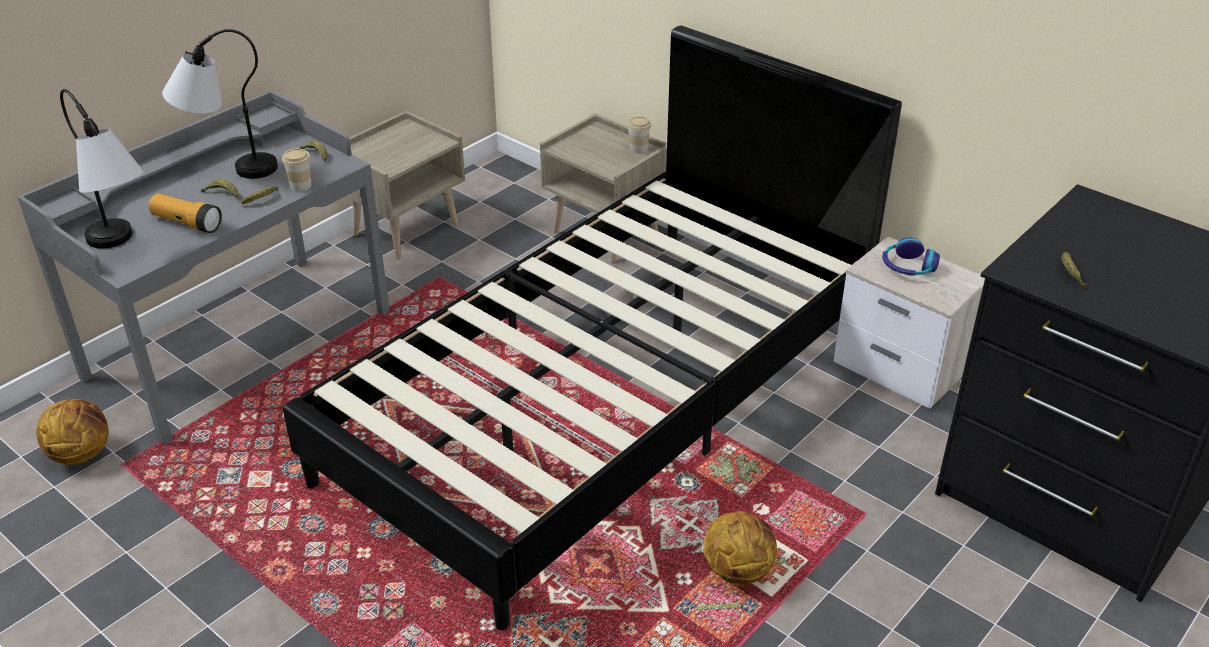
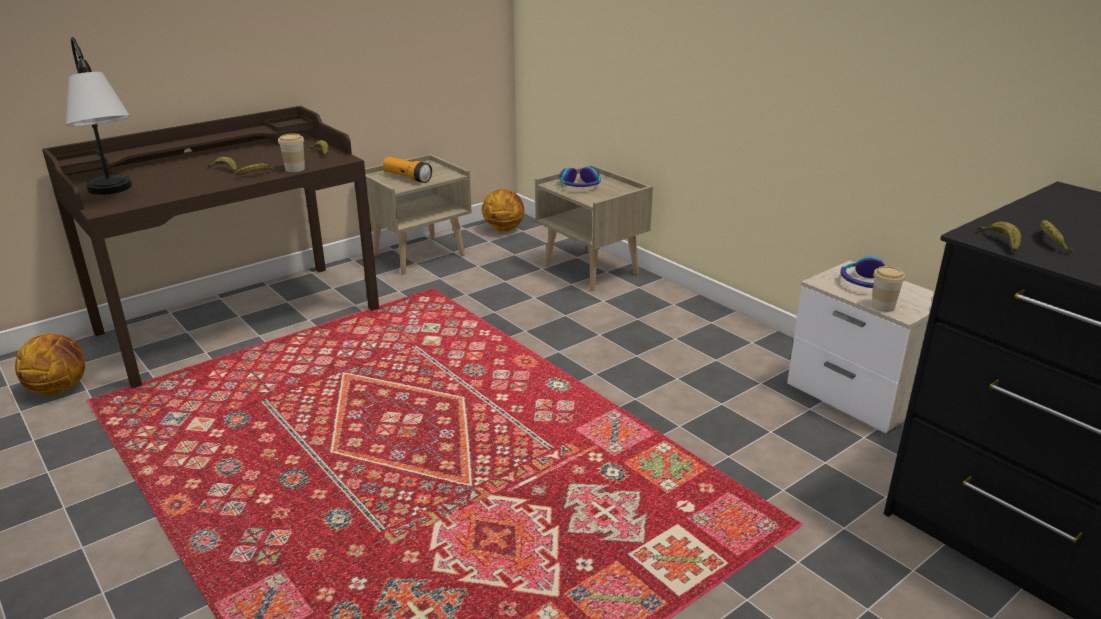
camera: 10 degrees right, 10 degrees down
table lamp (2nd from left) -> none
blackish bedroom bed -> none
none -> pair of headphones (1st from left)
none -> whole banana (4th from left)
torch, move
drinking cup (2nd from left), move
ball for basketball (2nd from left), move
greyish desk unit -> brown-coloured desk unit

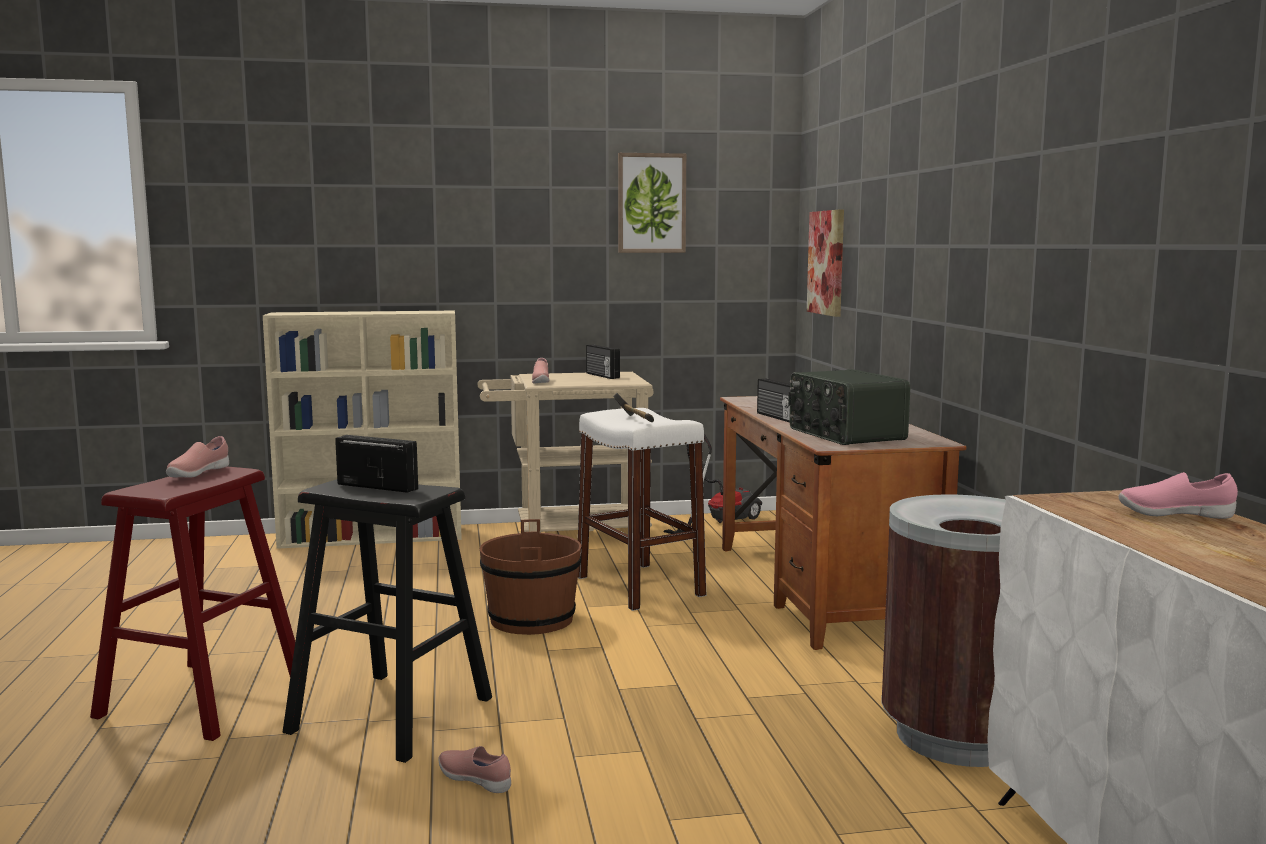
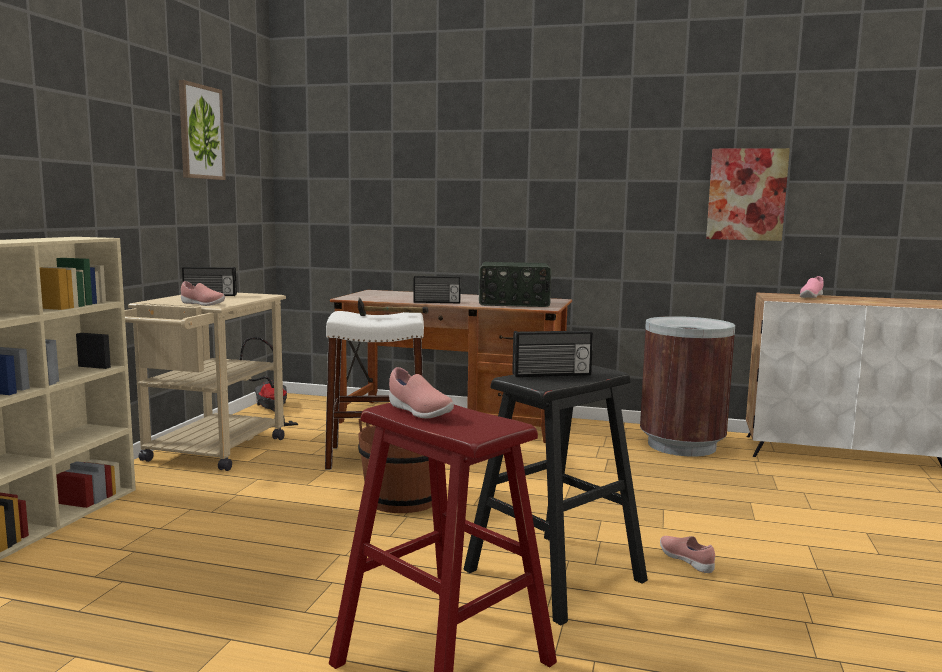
camera: 65 degrees left, 0 degrees up
wall art (2nd from left), move
radio receiver (1st from left in the first image) -> radio receiver (4th from left), 150 degrees counterclockwise
pinkish item of footwear (2nd from left in the first image) -> pinkish item of footwear (3rd from left), 90 degrees clockwise

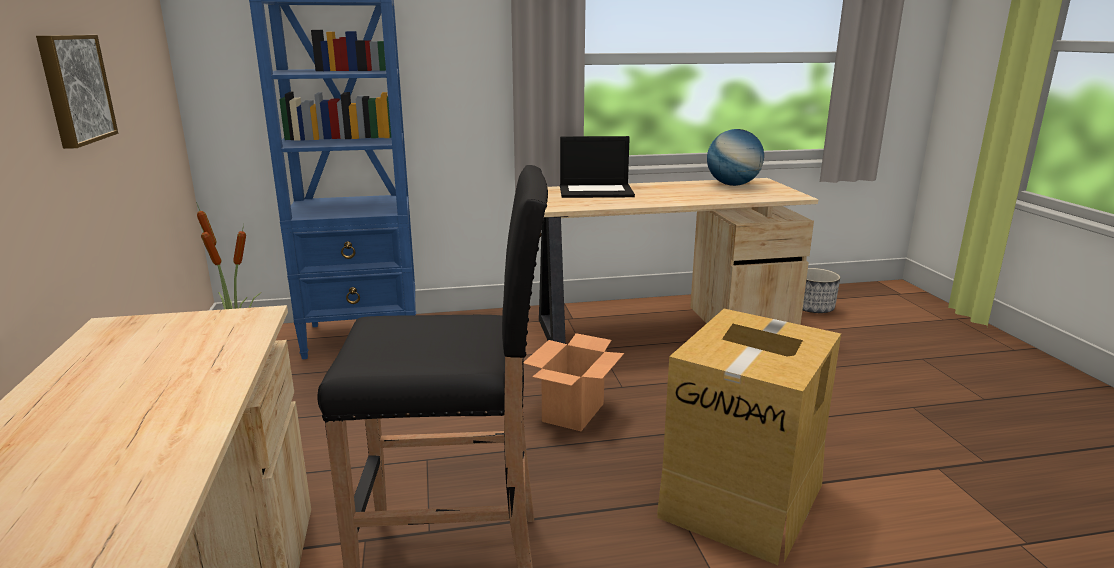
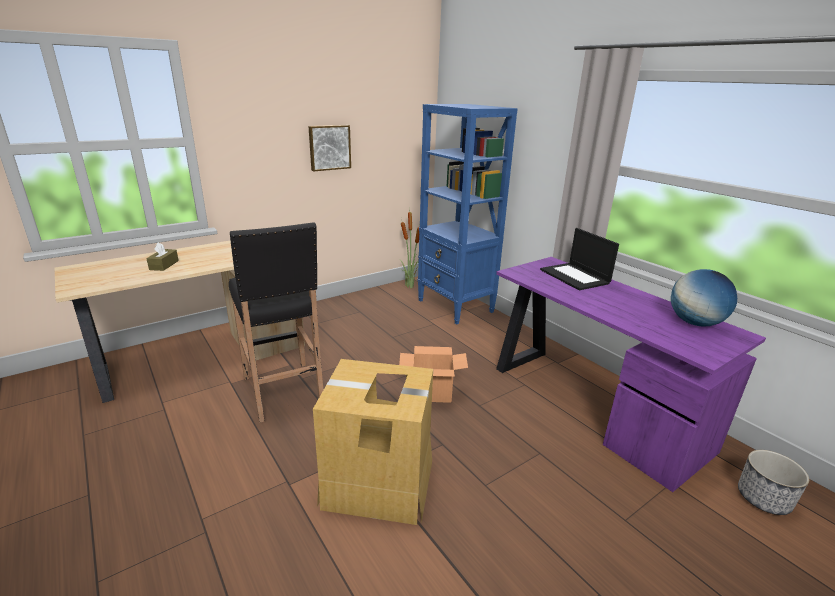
camera: 65 degrees right, 5 degrees up
none -> brown-coloured box of tissues
beige-coloured desk unit (2nd from left) -> purplish desk unit

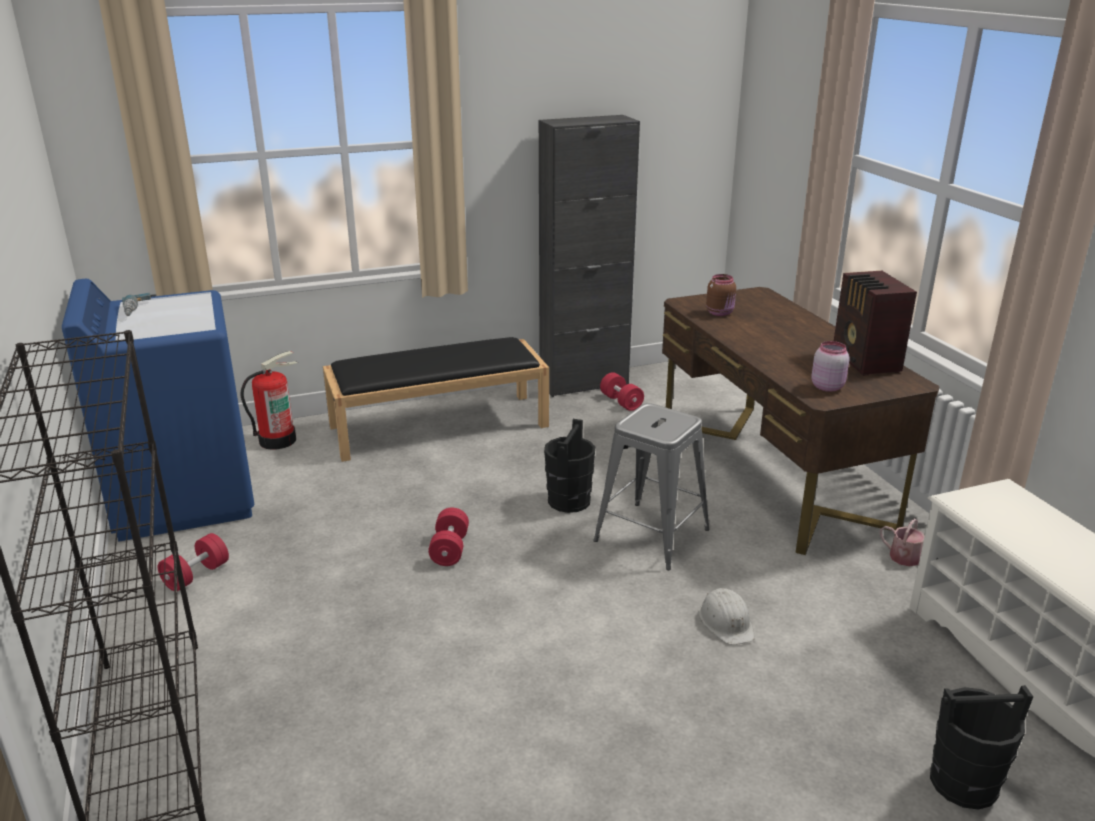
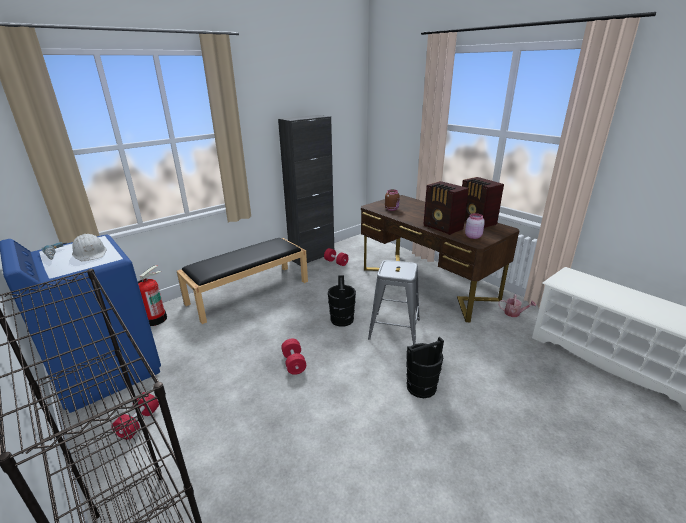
camera: 20 degrees left, 0 degrees up
none -> radio receiver (1st from left)
whitish work helmet, move
blackish water bucket (2nd from left), move

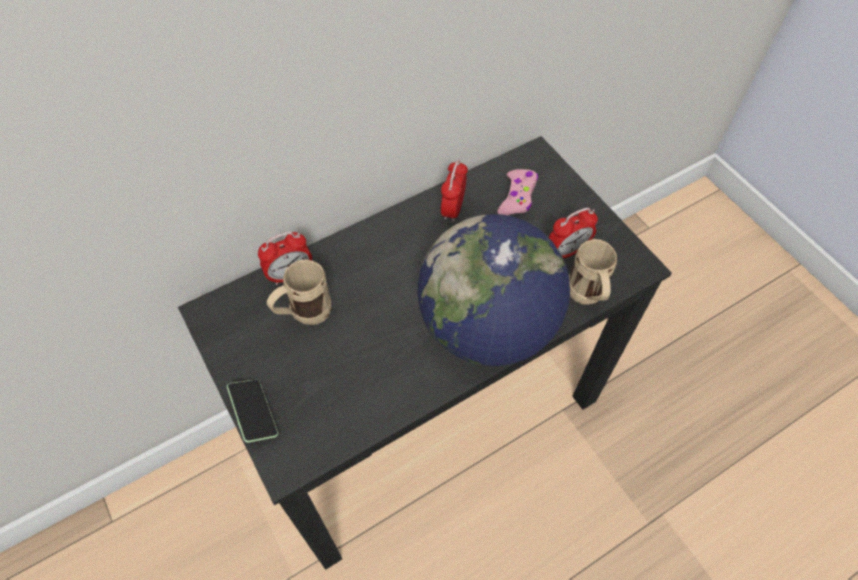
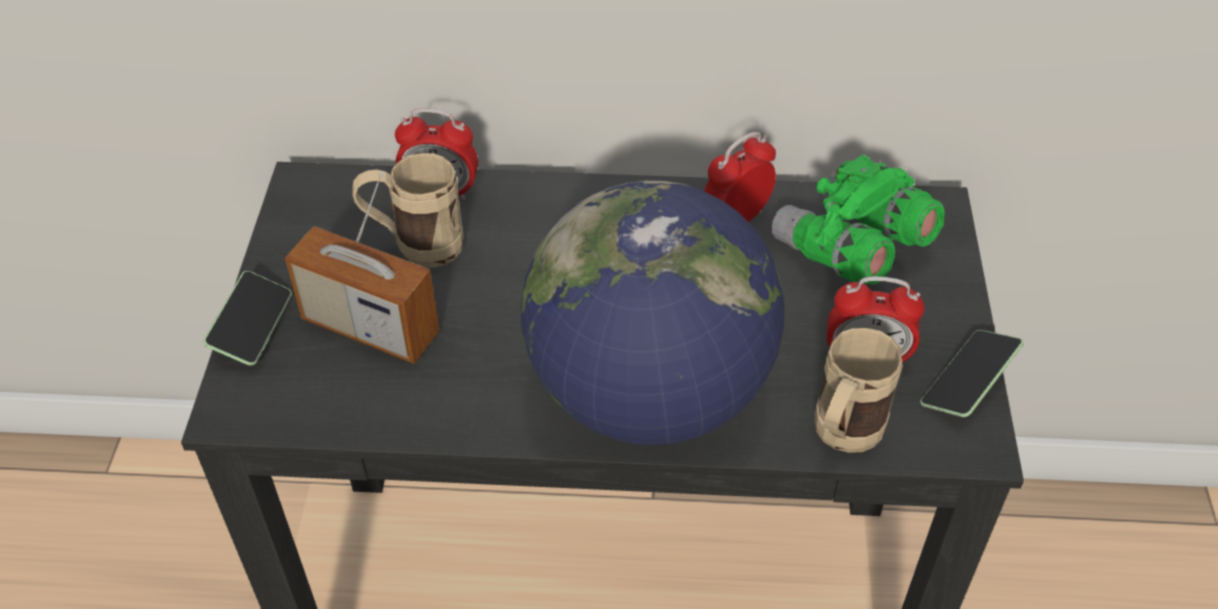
camera: 35 degrees right, 10 degrees down
none -> radio receiver
none -> telephone (2nd from left)
pinkish game controller -> green-coloured field glasses

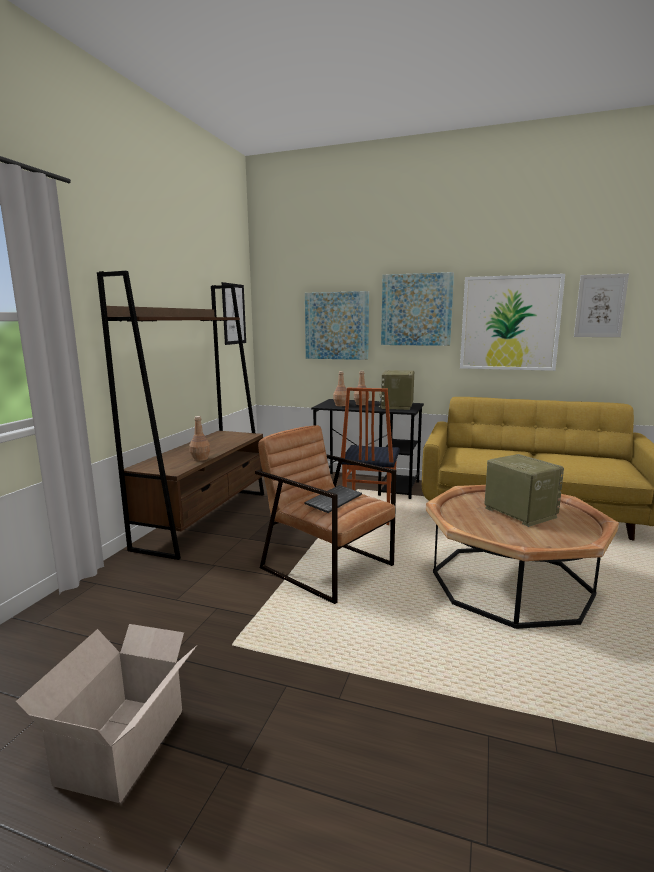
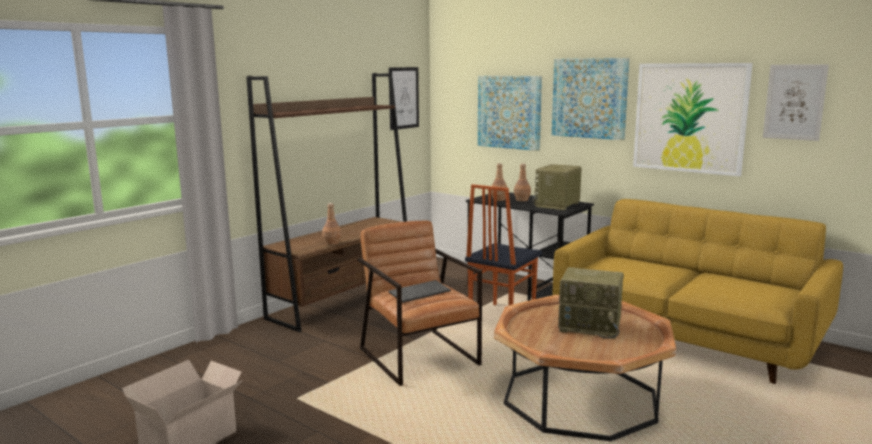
camera: 20 degrees right, 0 degrees up
radio receiver (2nd from left), 120 degrees clockwise

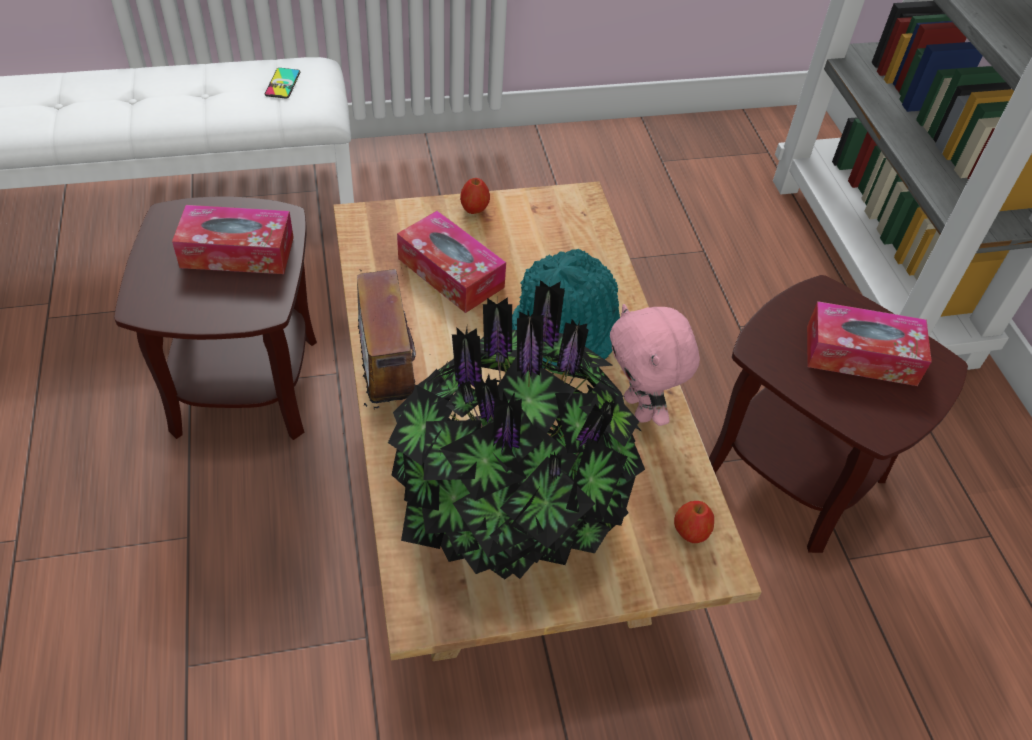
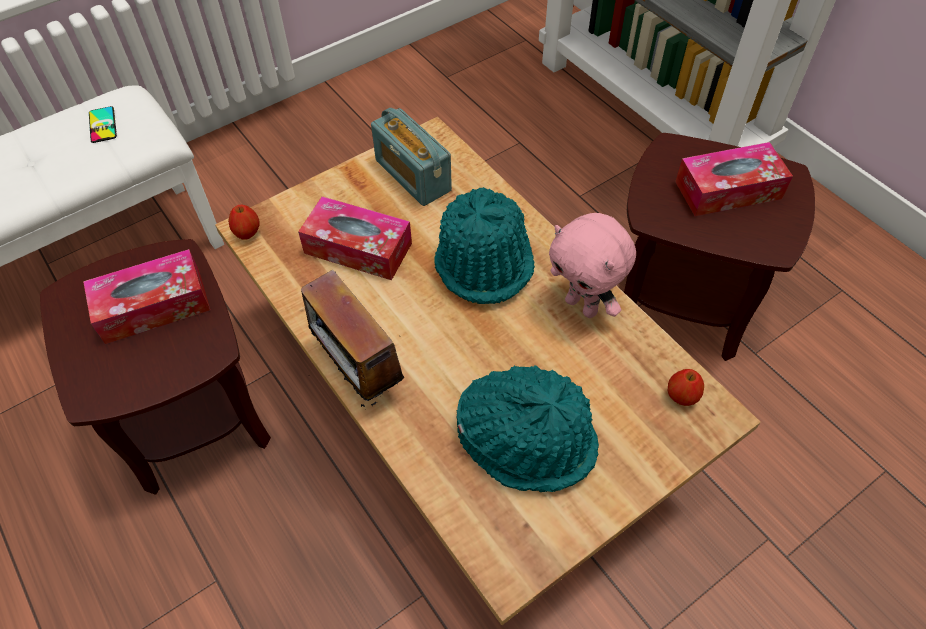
camera: 20 degrees left, 5 degrees up
none -> radio receiver (2nd from left)
apple fruit (1st from left), move
plant in a pot -> turquoise hat (2nd from left)

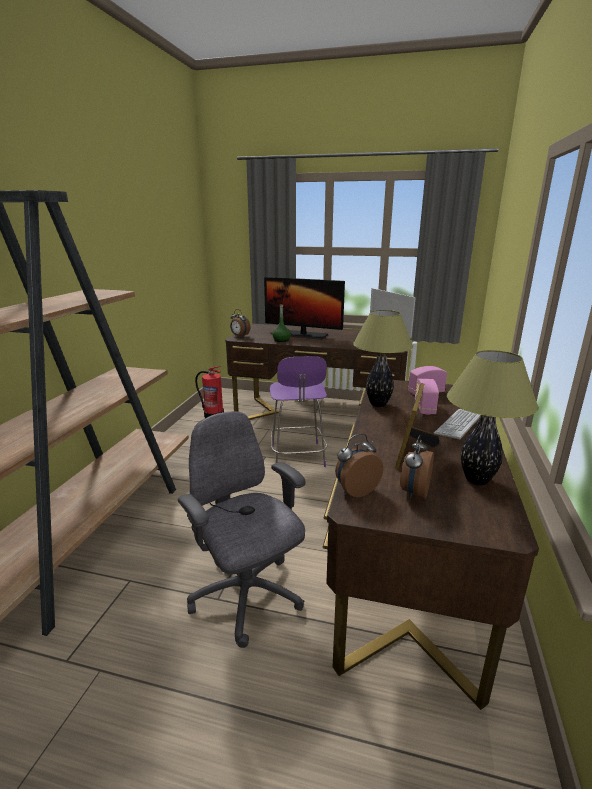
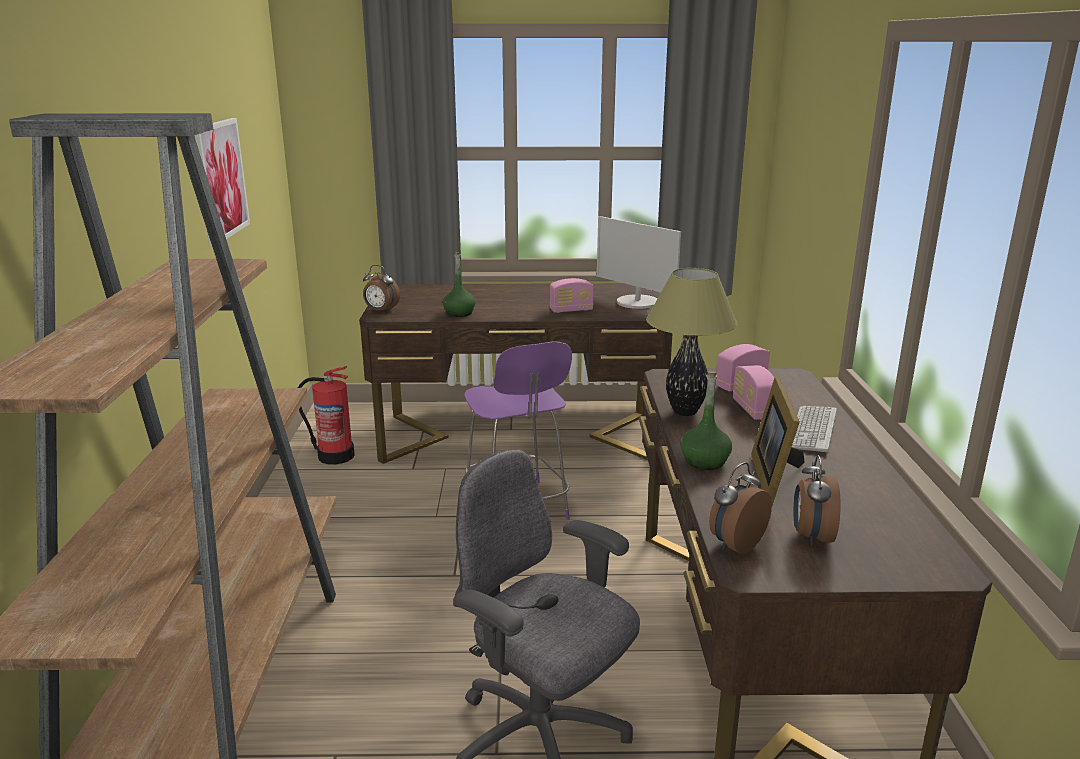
camera: 15 degrees left, 0 degrees up
computer screen (1st from left) -> none
table lamp (2nd from left) -> none
none -> wall art
none -> radio receiver (1st from left)
none -> green-coloured bottle (2nd from left)

